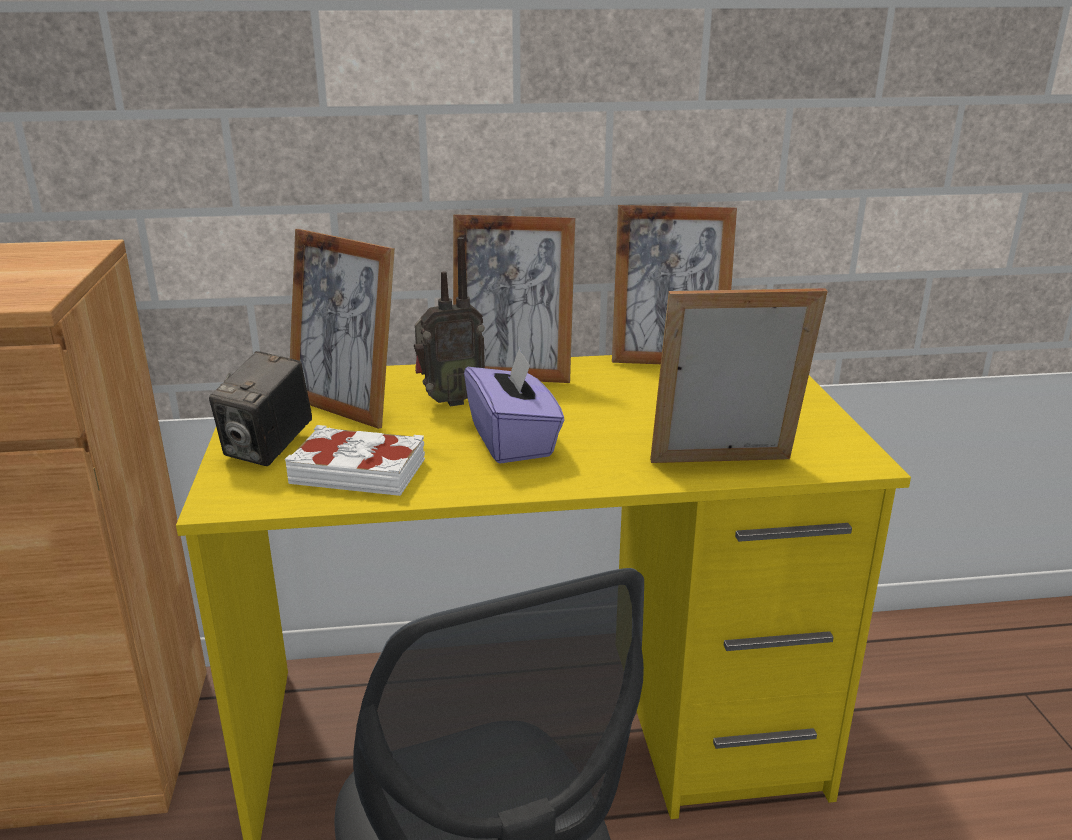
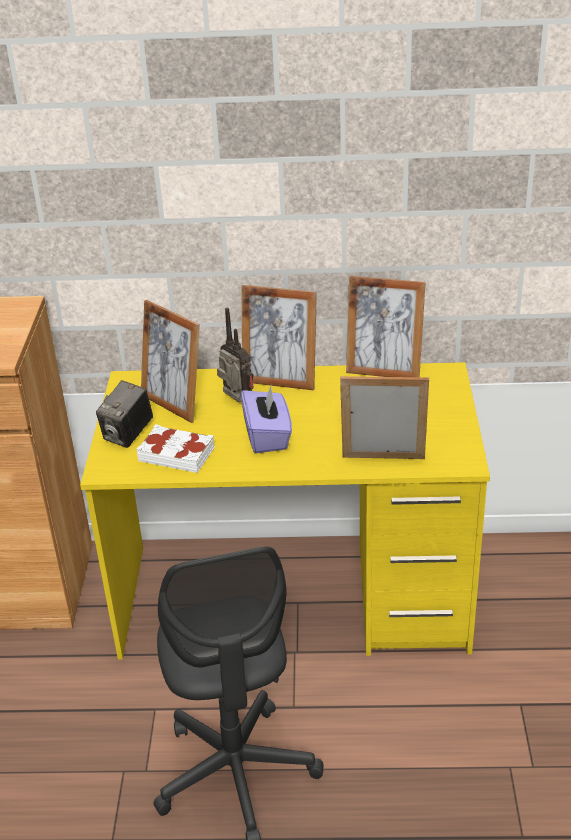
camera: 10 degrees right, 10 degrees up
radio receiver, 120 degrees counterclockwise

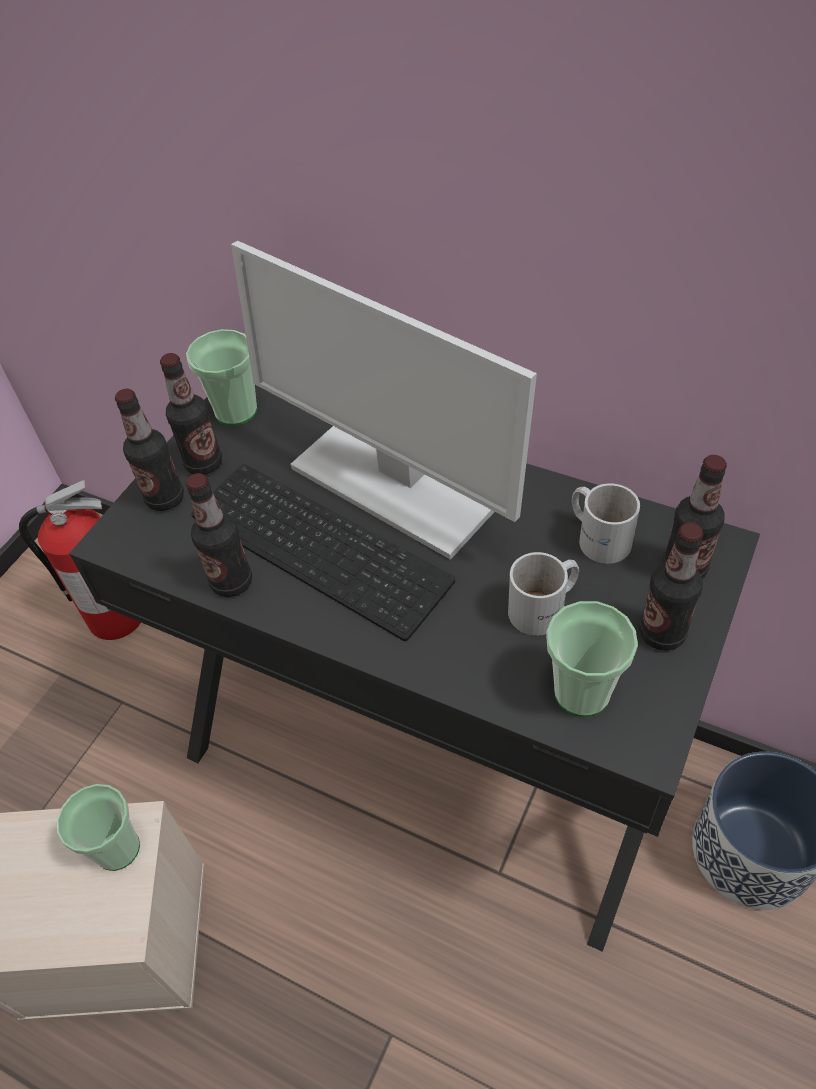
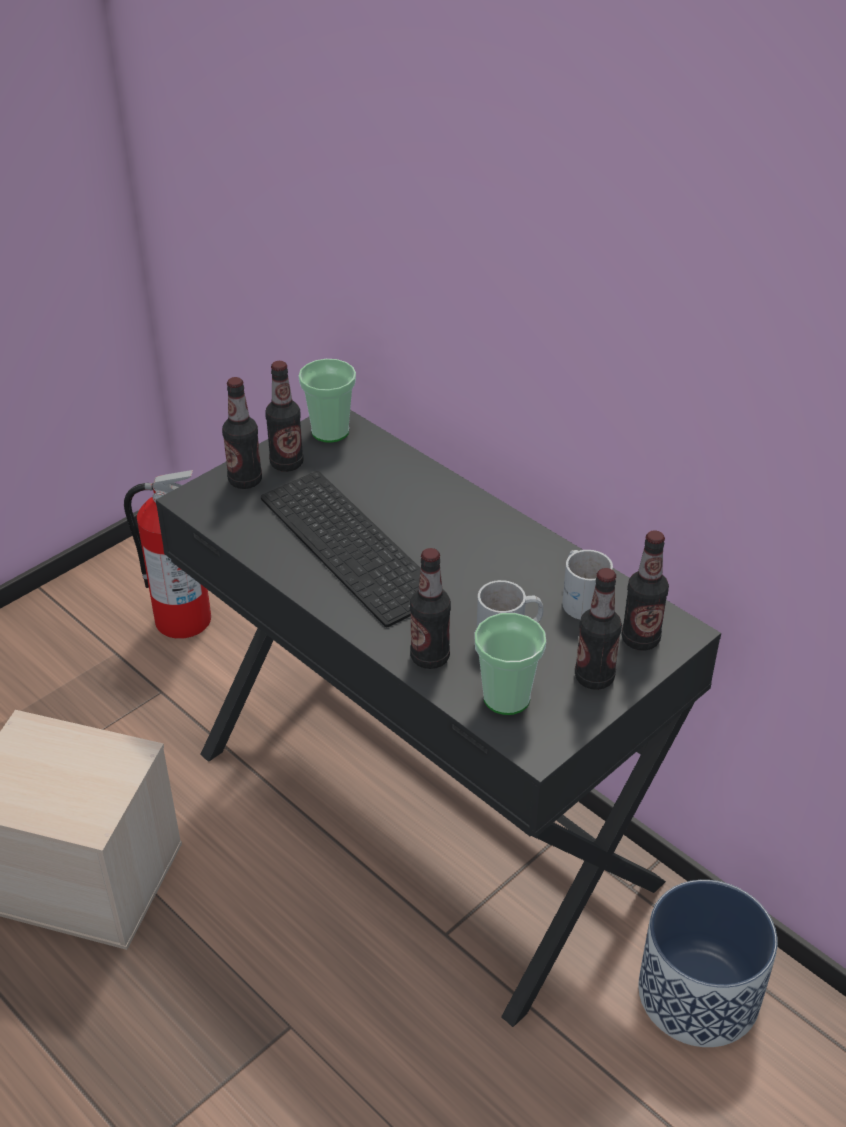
camera: 15 degrees right, 10 degrees down
drinking cup (1st from left) -> none
computer screen -> none
bottle (3rd from left), move

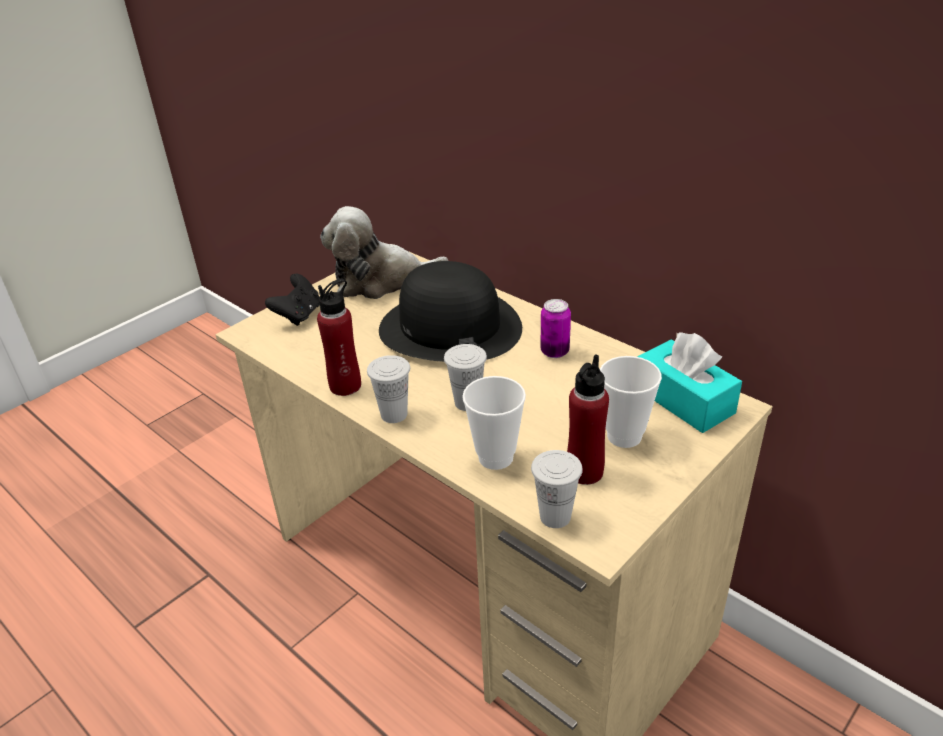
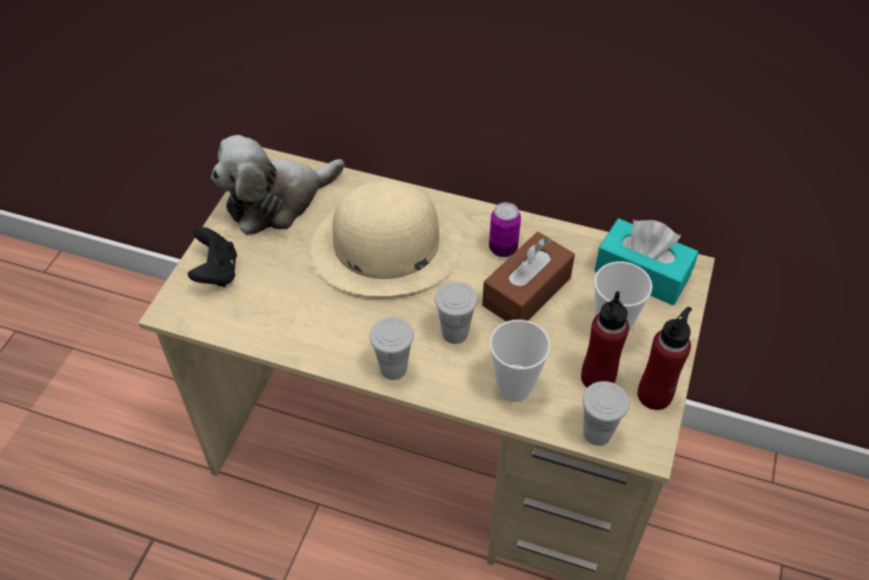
camera: 25 degrees left, 15 degrees up
none -> brown-coloured box of tissues
red-coloured bottle (1st from left in the first image) -> red-coloured bottle (2nd from left), move
blackish hat -> beige-coloured hat

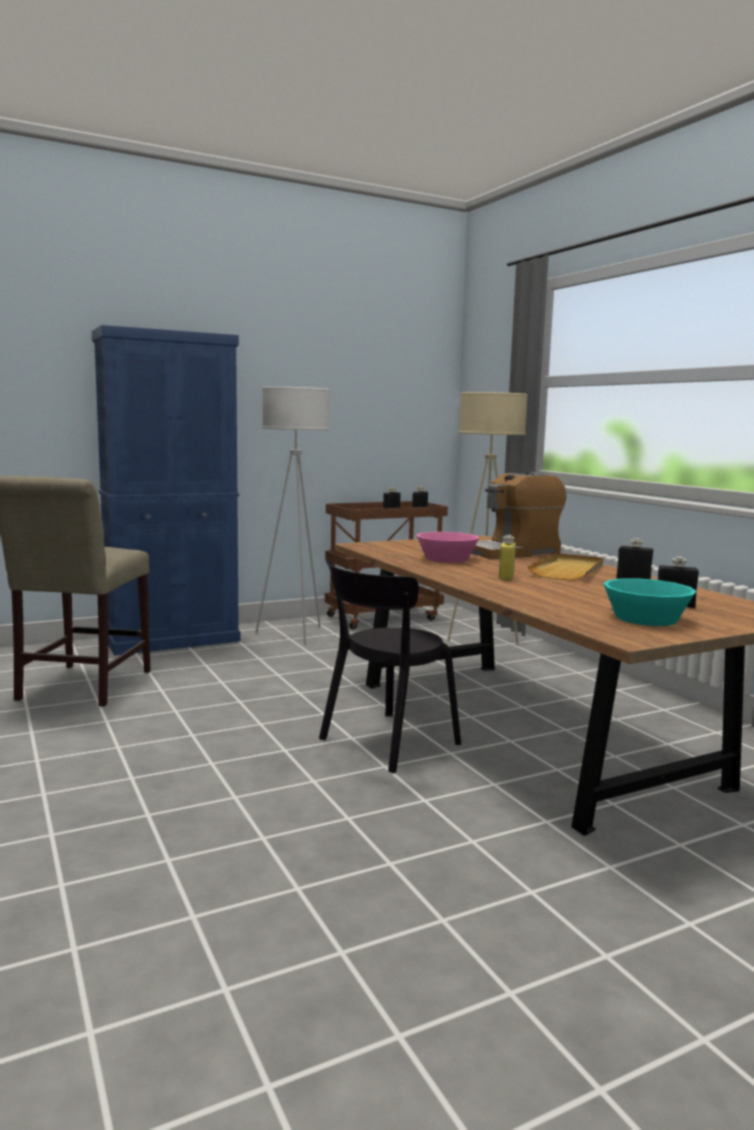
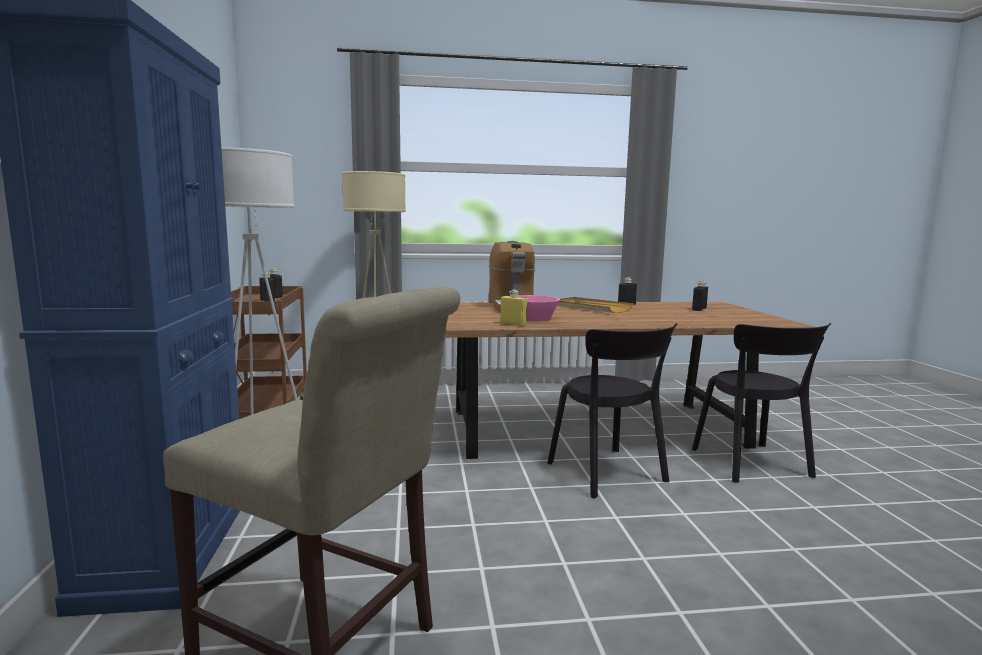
camera: 70 degrees left, 0 degrees up
turquoise serving bowl -> none
none -> blackish plain chair (2nd from left)
yellow-coloured bottle, move

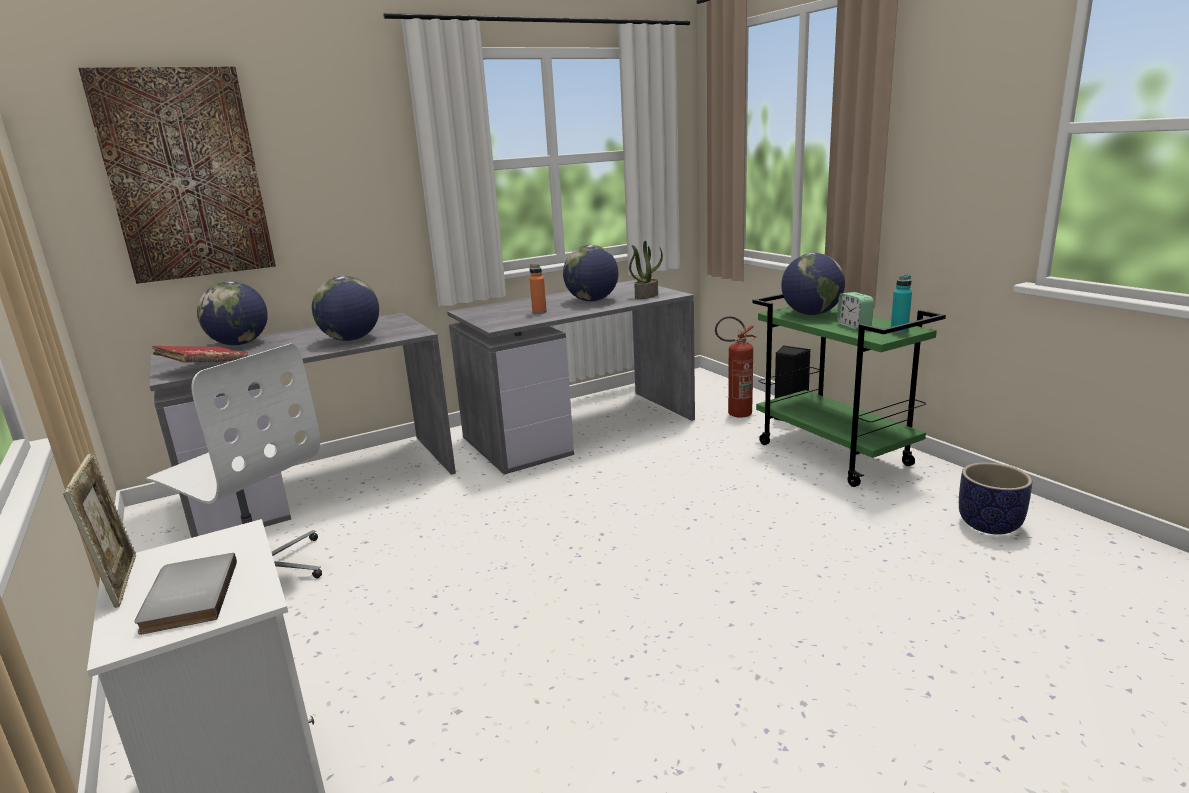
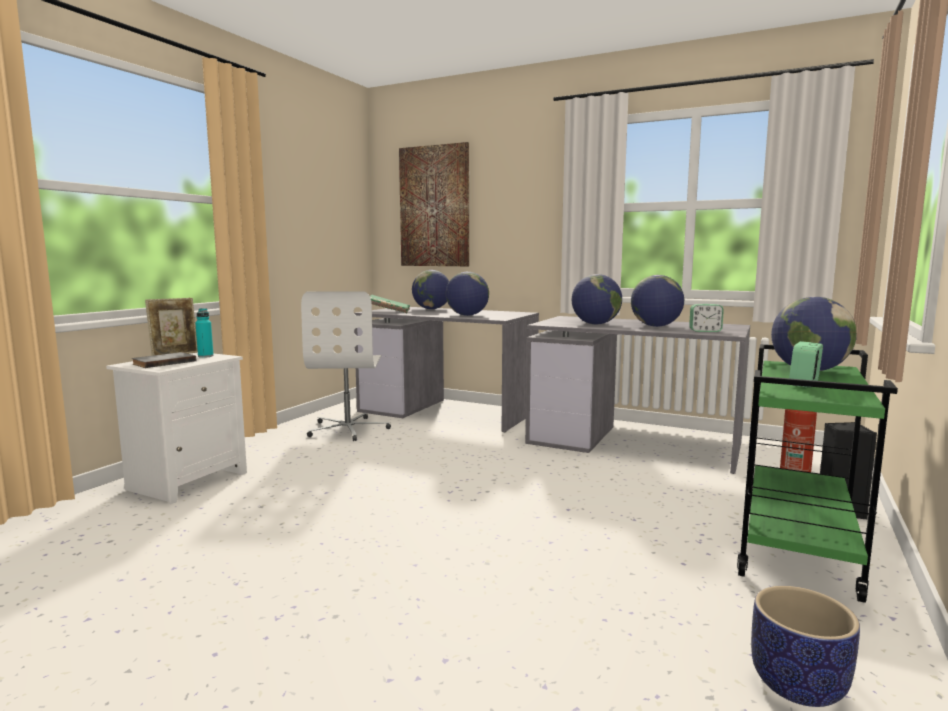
camera: 55 degrees right, 10 degrees down
turquoise bottle, move
orange bottle -> globe (3rd from left)
plant in a pot -> bedside clock (1st from left)
red-coloured book -> green-coloured book

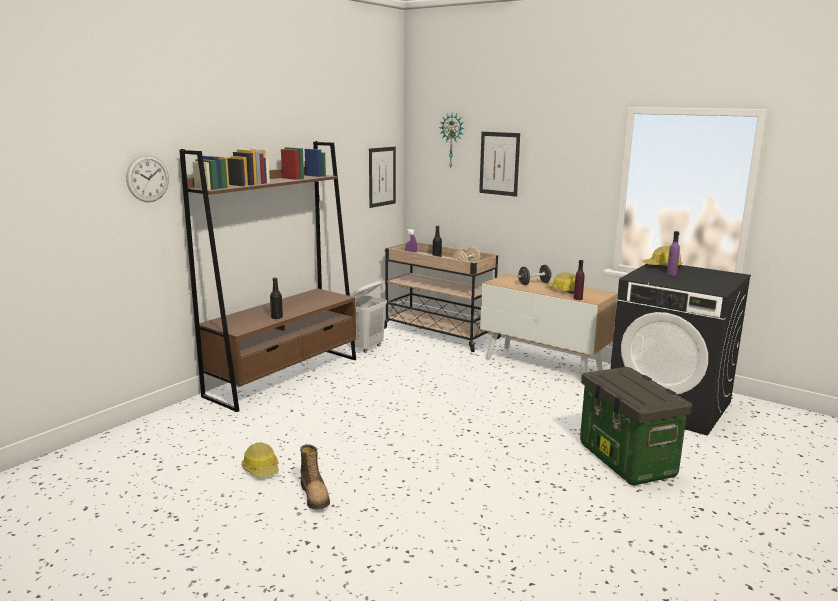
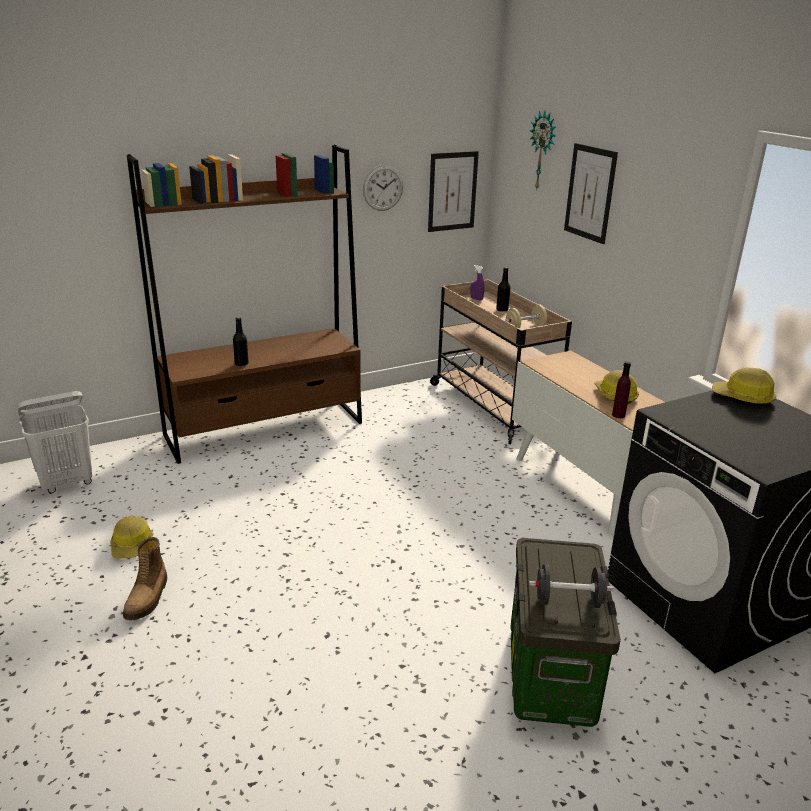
camera: 25 degrees right, 10 degrees up
purplish bottle (2nd from left) -> none
hanging clock (1st from left), move
whitish laundry basket, move
blackish free weight, move

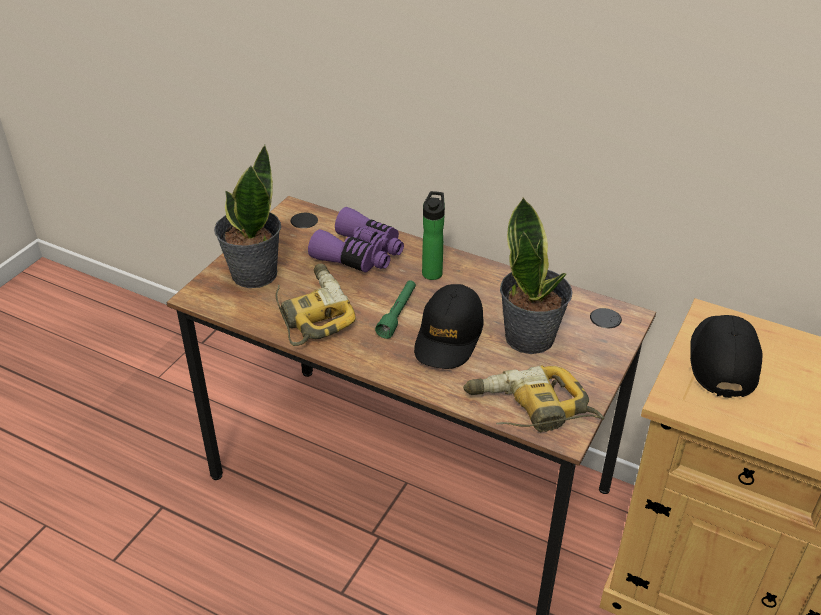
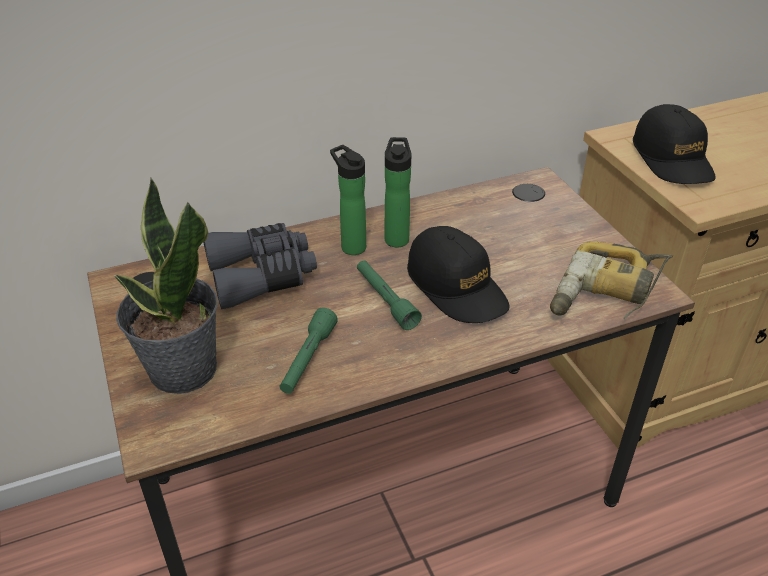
camera: 50 degrees left, 0 degrees up
plant in a pot (2nd from left) -> none
none -> bottle (2nd from left)
electric drill (1st from left) -> green-coloured torch (1st from left)
purplish field glasses -> greyish field glasses
blackish peaked cap (2nd from left), 150 degrees counterclockwise

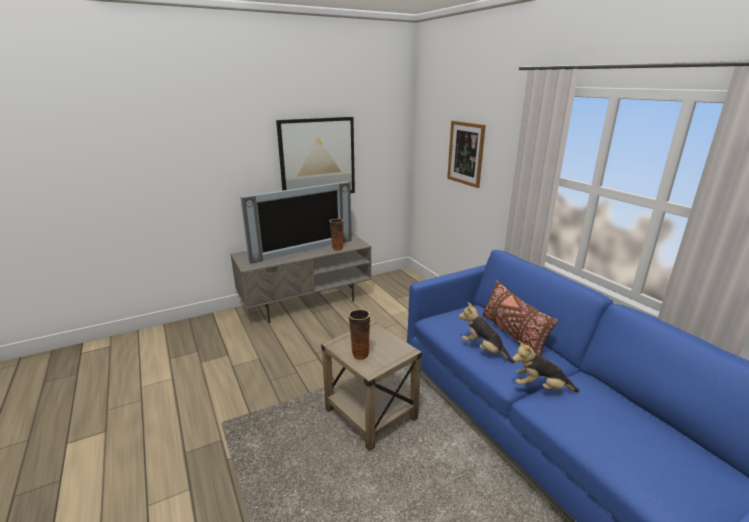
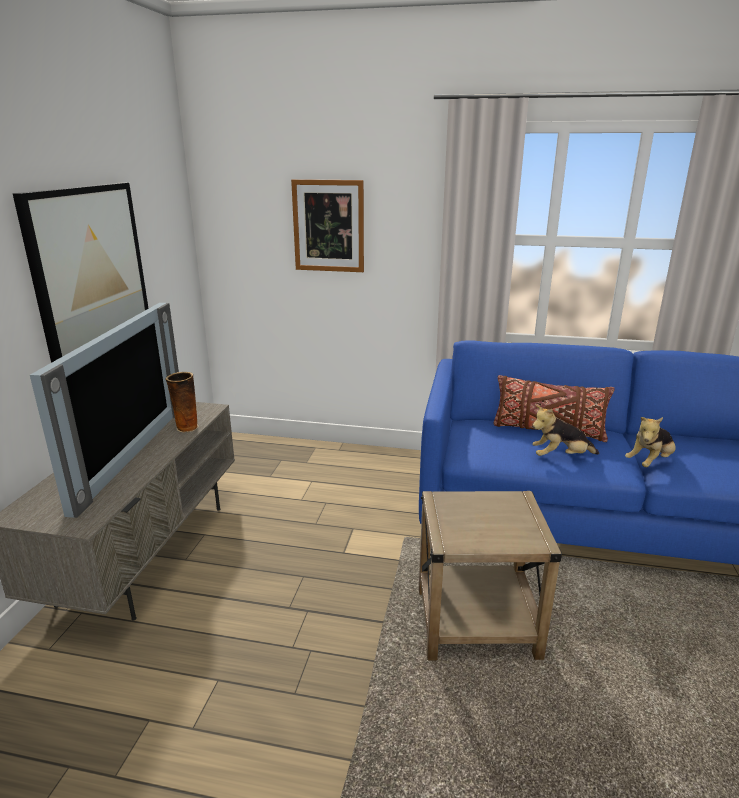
camera: 50 degrees left, 0 degrees up
flower vase (2nd from left) -> none

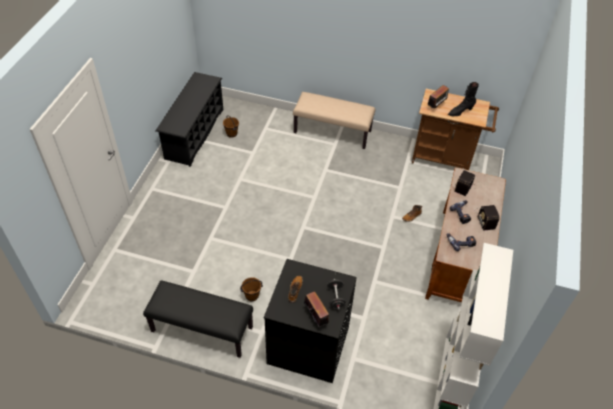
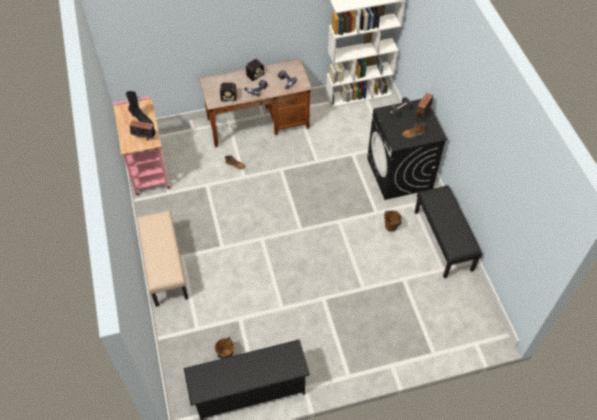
camera: 120 degrees left, 5 degrees up
brown-coloured trolley -> pinkish trolley

